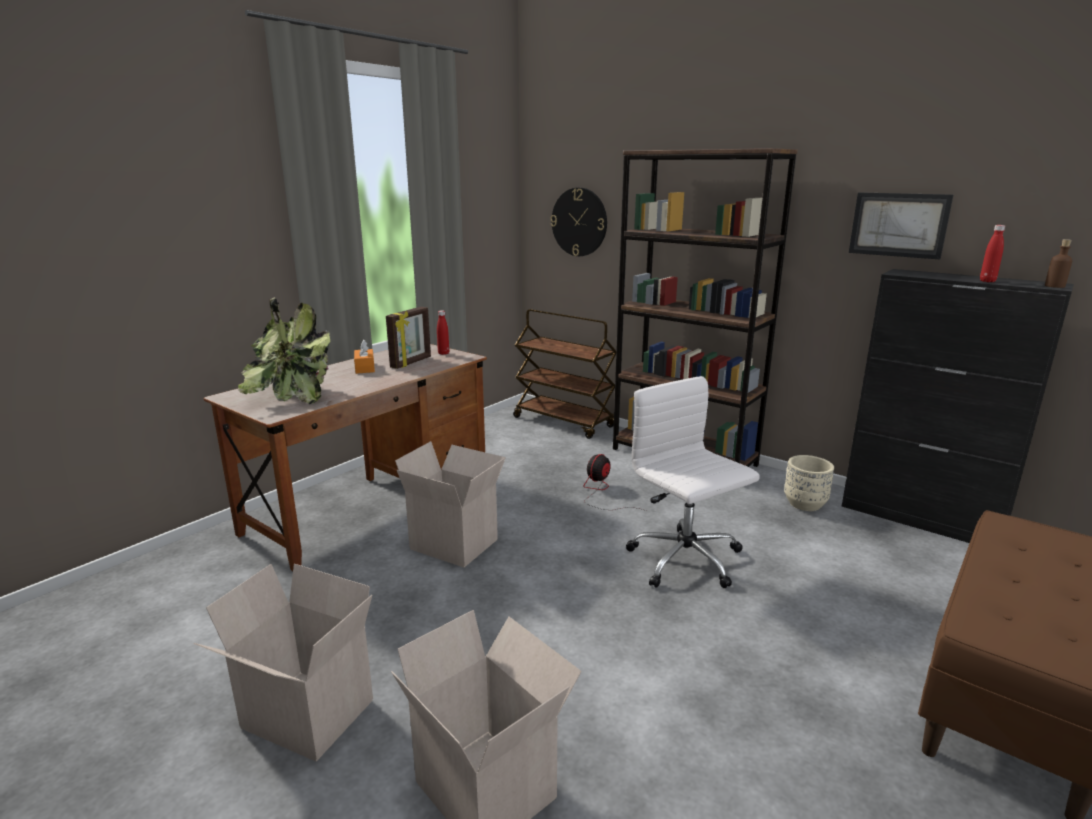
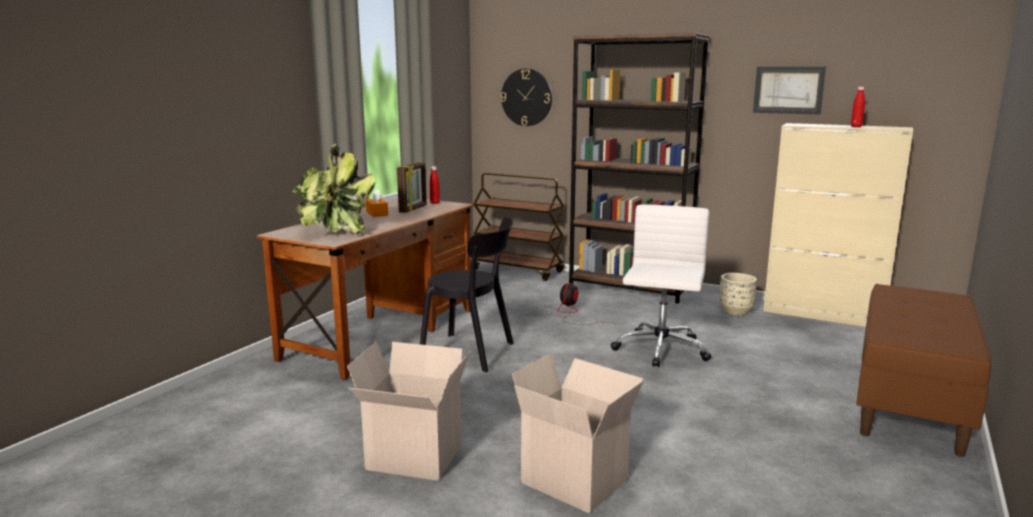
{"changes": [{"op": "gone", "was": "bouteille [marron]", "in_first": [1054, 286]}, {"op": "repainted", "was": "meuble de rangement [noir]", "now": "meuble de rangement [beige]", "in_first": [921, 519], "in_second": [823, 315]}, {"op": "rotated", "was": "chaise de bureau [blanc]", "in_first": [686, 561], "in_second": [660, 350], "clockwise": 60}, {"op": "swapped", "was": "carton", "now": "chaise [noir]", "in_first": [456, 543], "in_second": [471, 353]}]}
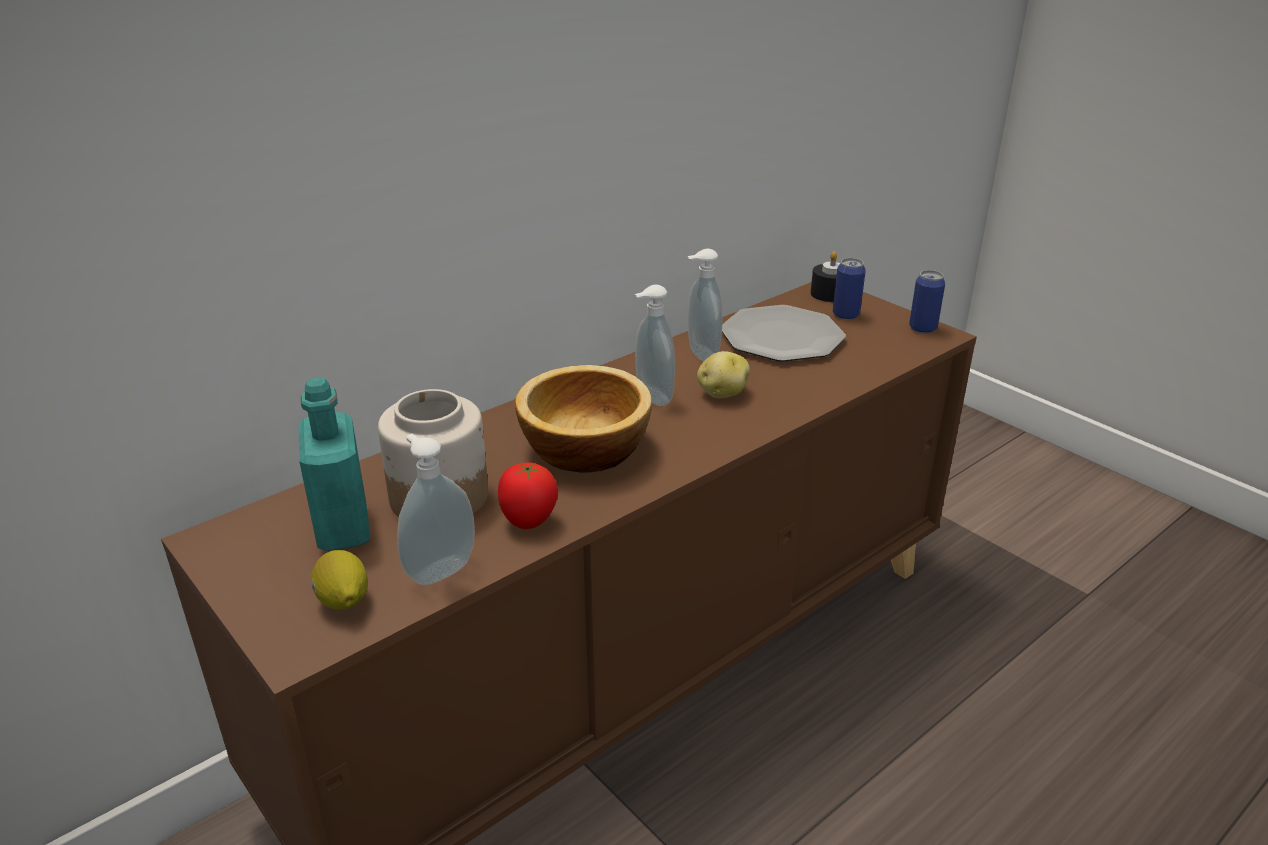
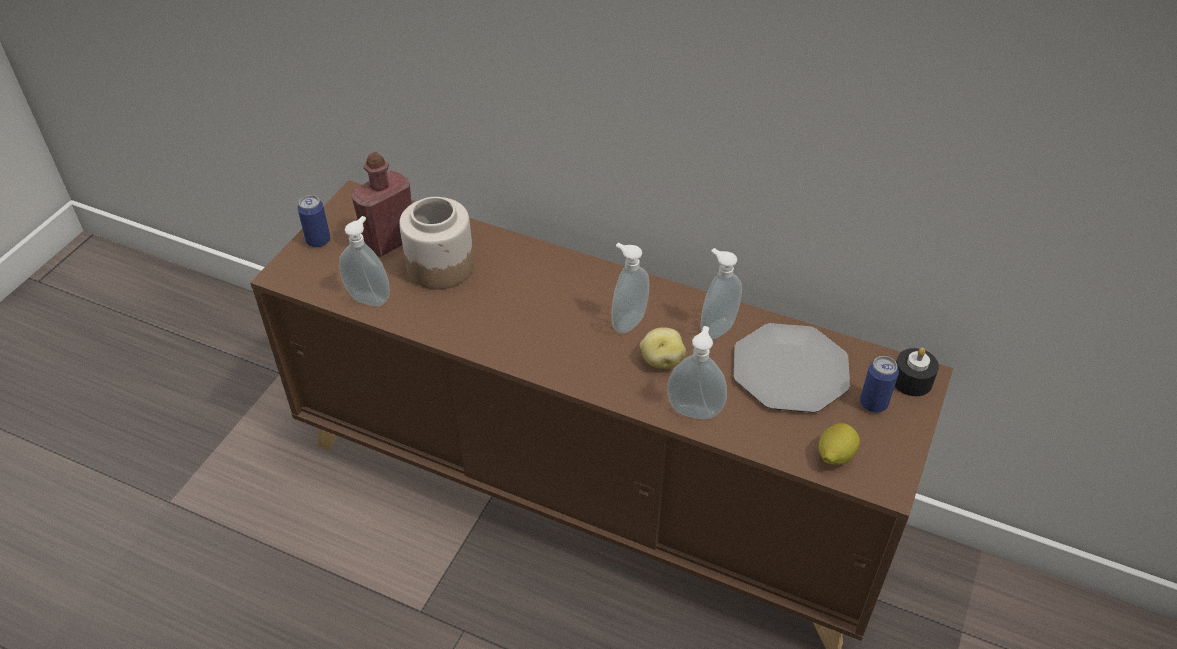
{"changes": [{"op": "shifted", "was": "boîte métallique", "in_first": [922, 328], "in_second": [318, 240]}, {"op": "gone", "was": "bol", "in_first": [583, 447]}, {"op": "repainted", "was": "bouteille [turquoise]", "now": "bouteille [rouge]", "in_first": [343, 528], "in_second": [389, 241]}, {"op": "gone", "was": "tomate", "in_first": [528, 522]}, {"op": "shifted", "was": "citron", "in_first": [343, 602], "in_second": [834, 456]}, {"op": "new", "now": "distributeur de savon", "in_second": [695, 409]}]}
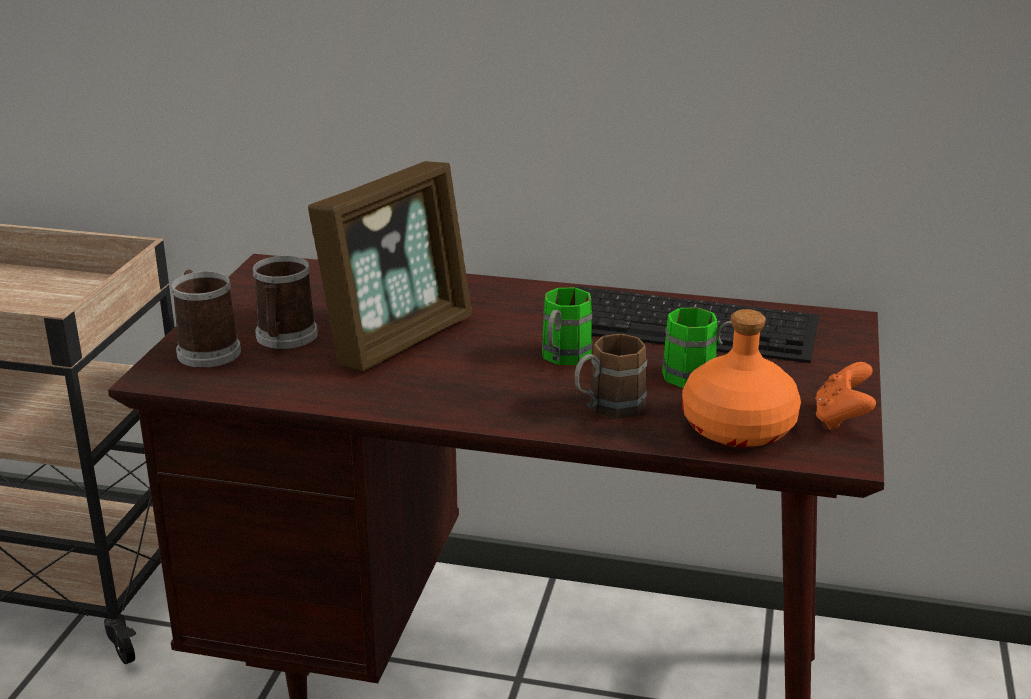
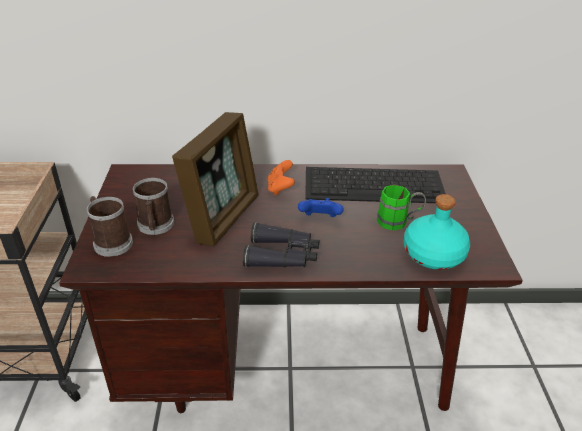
{"changes": [{"op": "swapped", "was": "mug [vert]", "now": "manette [bleu]", "in_first": [562, 359], "in_second": [320, 219]}, {"op": "repainted", "was": "bouteille [orange]", "now": "bouteille [turquoise]", "in_first": [736, 427], "in_second": [432, 254]}, {"op": "gone", "was": "mug [marron]", "in_first": [607, 409]}, {"op": "shifted", "was": "manette [orange]", "in_first": [841, 419], "in_second": [280, 188]}, {"op": "new", "now": "jumelles [noir]", "in_second": [283, 255]}]}
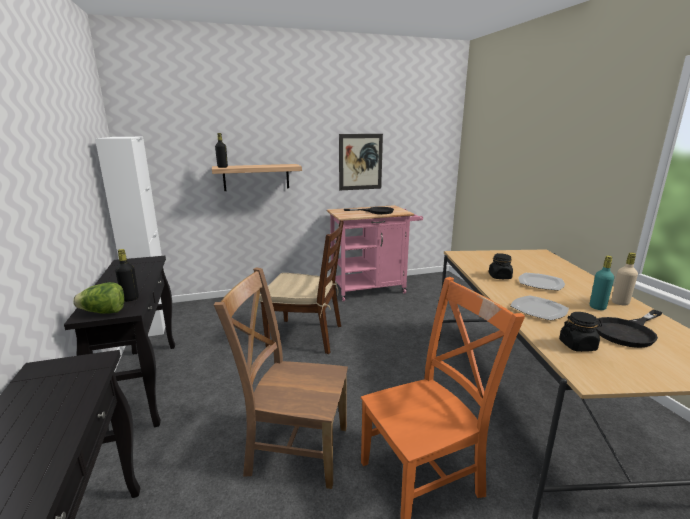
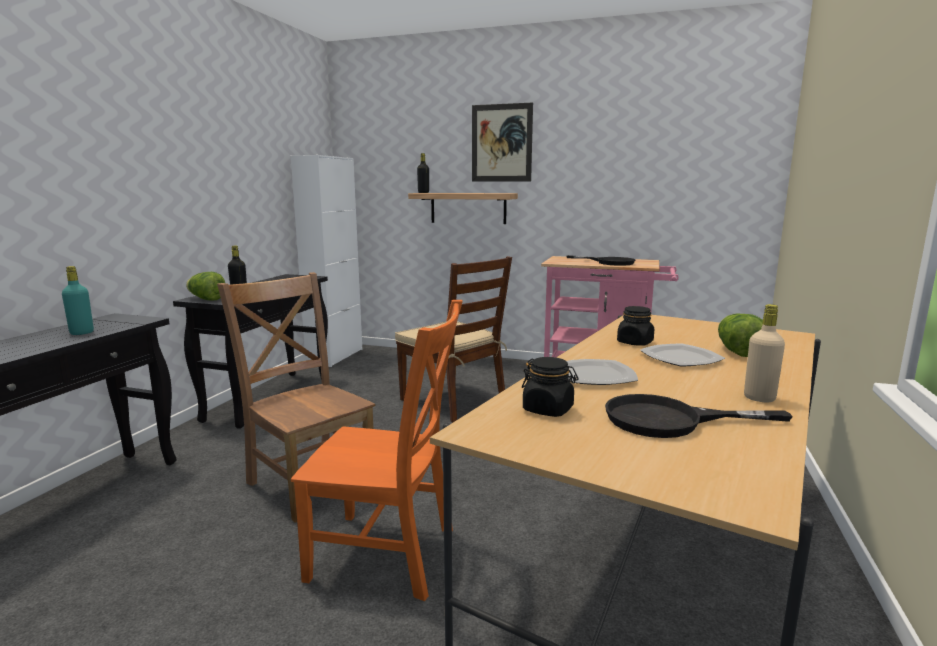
{"changes": [{"op": "shifted", "was": "tableau", "in_first": [360, 162], "in_second": [501, 143]}, {"op": "shifted", "was": "bouteille [turquoise]", "in_first": [597, 307], "in_second": [82, 333]}, {"op": "new", "now": "laitue", "in_second": [737, 352]}]}
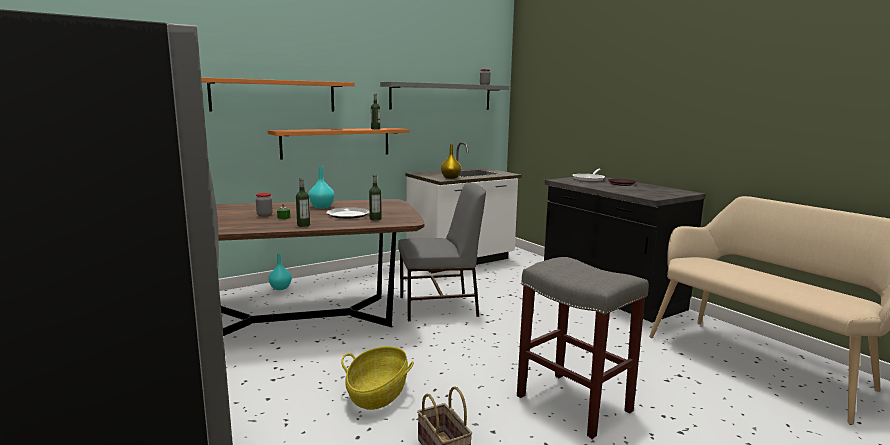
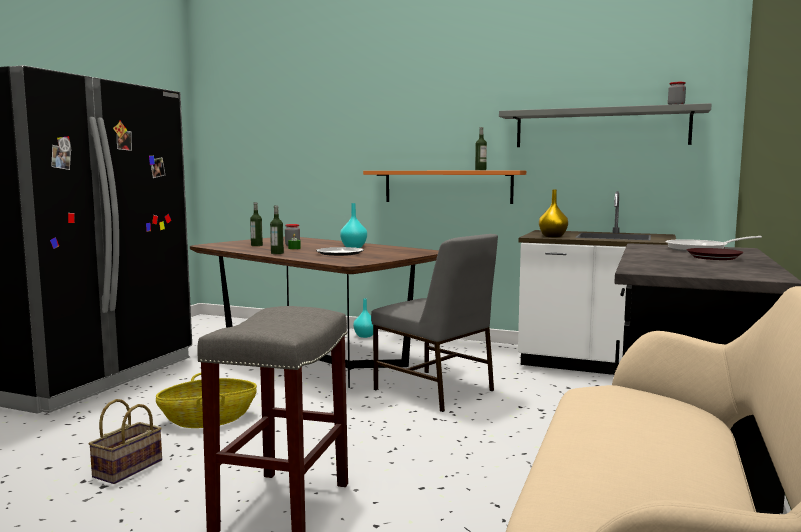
{"changes": [{"op": "gone", "was": "étagère [orange]", "in_first": [274, 96]}, {"op": "shifted", "was": "bouteille", "in_first": [375, 219], "in_second": [256, 245]}]}
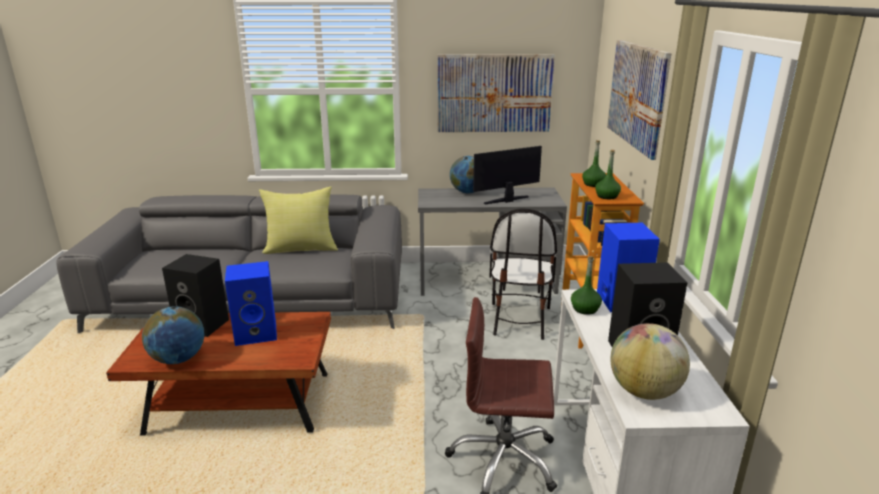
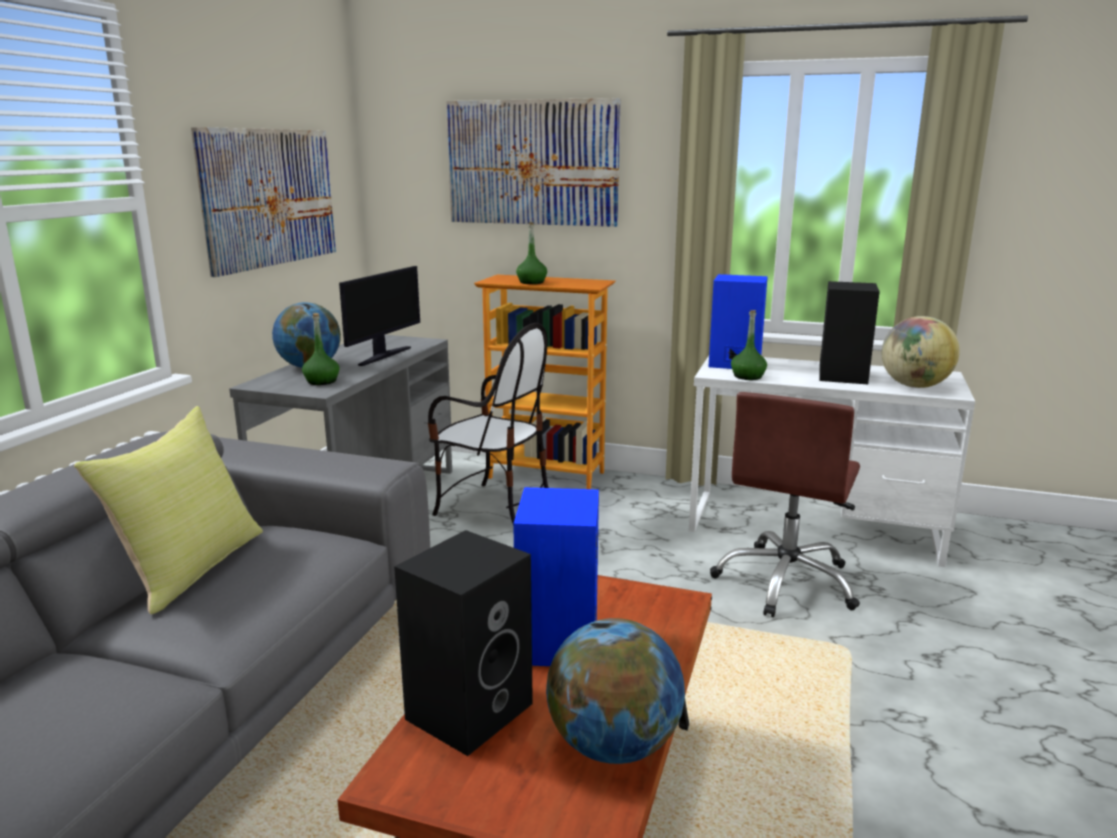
{"changes": [{"op": "rotated", "was": "écran d'ordinateur", "in_first": [507, 200], "in_second": [383, 356], "clockwise": -150}, {"op": "shifted", "was": "bouteille [vert]", "in_first": [607, 196], "in_second": [322, 381]}]}
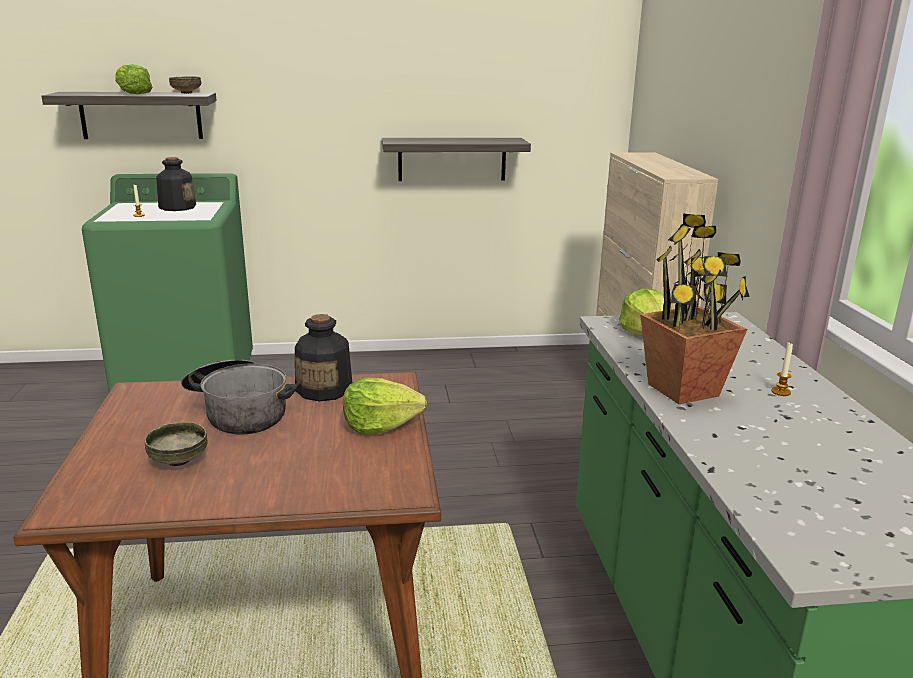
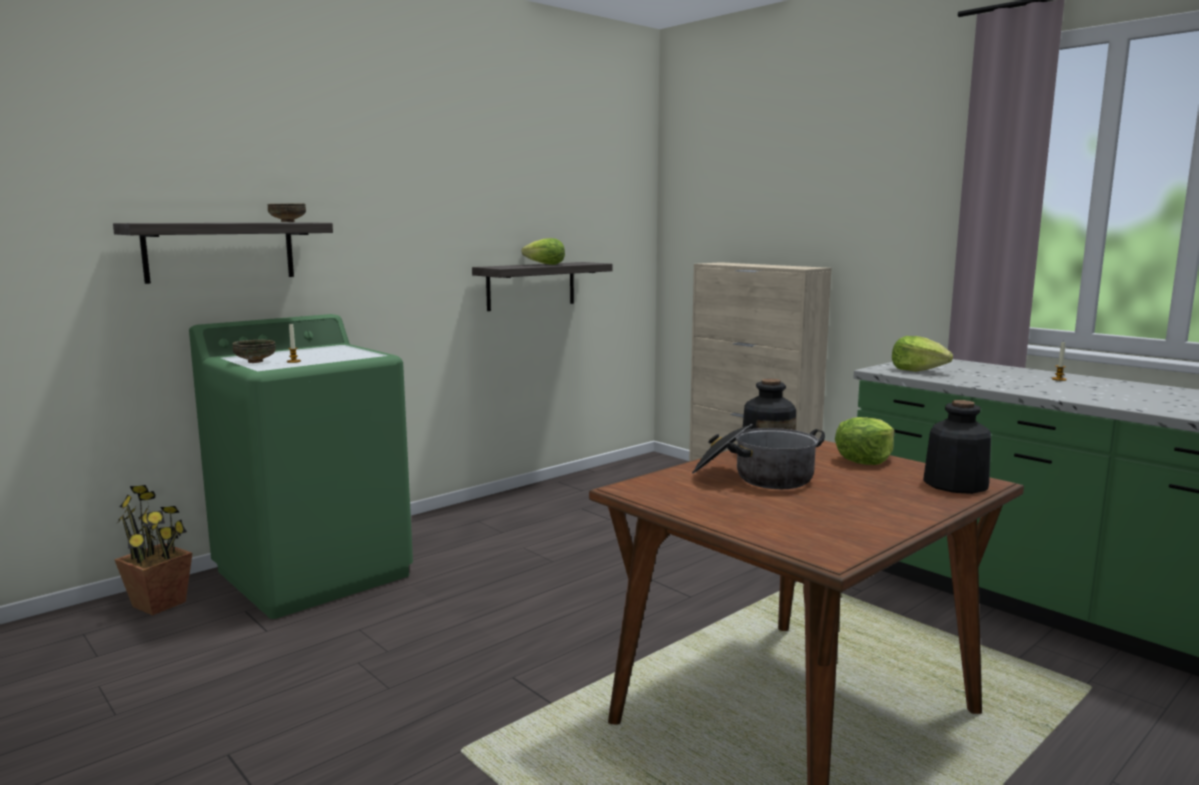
{"changes": [{"op": "shifted", "was": "laitue", "in_first": [133, 93], "in_second": [545, 264]}, {"op": "shifted", "was": "bouteille", "in_first": [177, 207], "in_second": [954, 484]}, {"op": "shifted", "was": "plante en pot", "in_first": [684, 390], "in_second": [160, 604]}, {"op": "shifted", "was": "bol", "in_first": [178, 461], "in_second": [254, 362]}]}
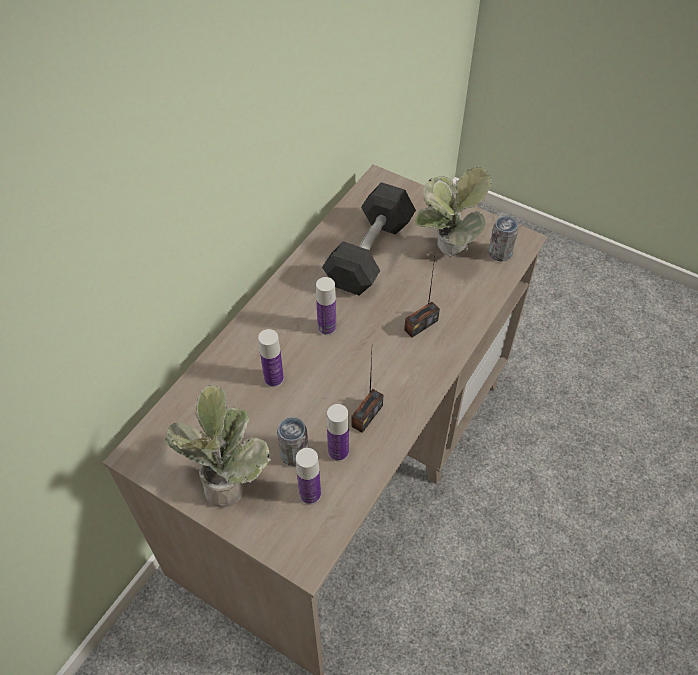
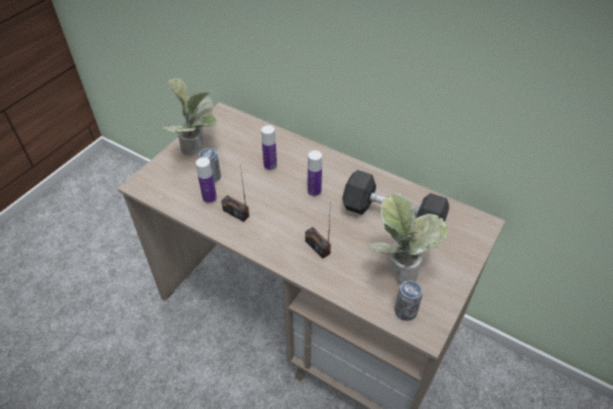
{"changes": [{"op": "gone", "was": "bouteille", "in_first": [310, 494]}]}
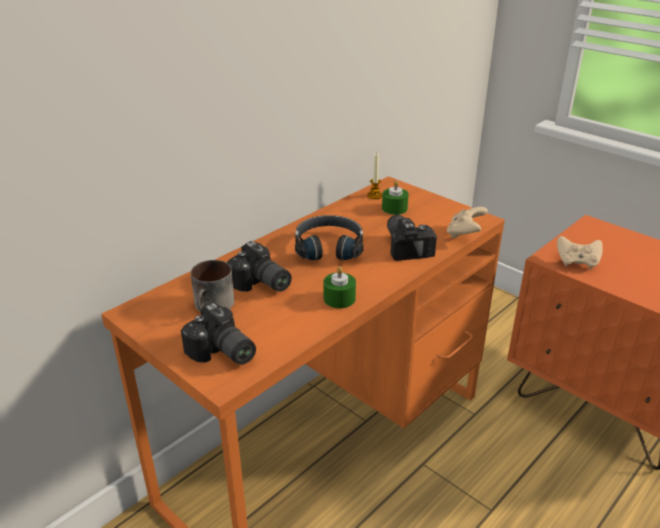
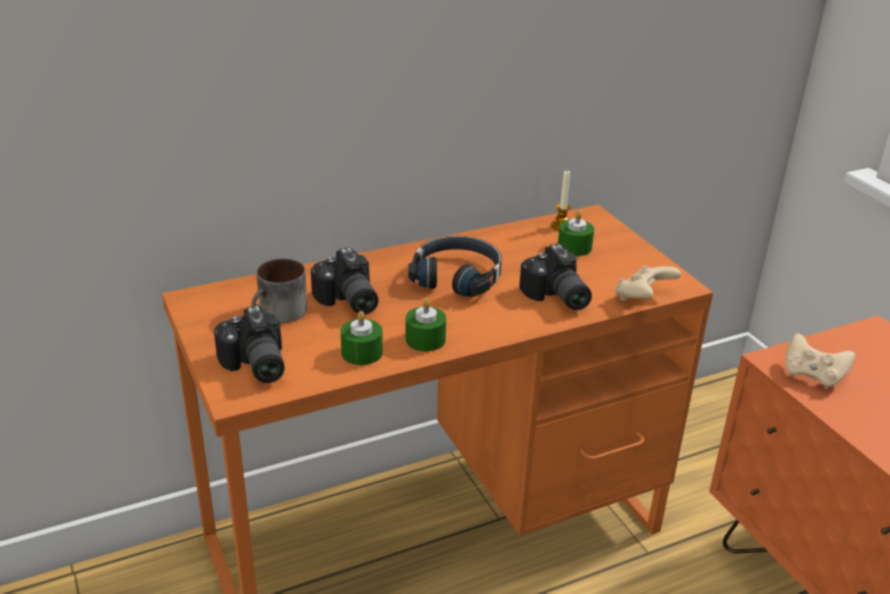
{"changes": [{"op": "rotated", "was": "appareil photo", "in_first": [408, 246], "in_second": [555, 297], "clockwise": 150}, {"op": "new", "now": "bougie [vert]", "in_second": [362, 352]}]}
